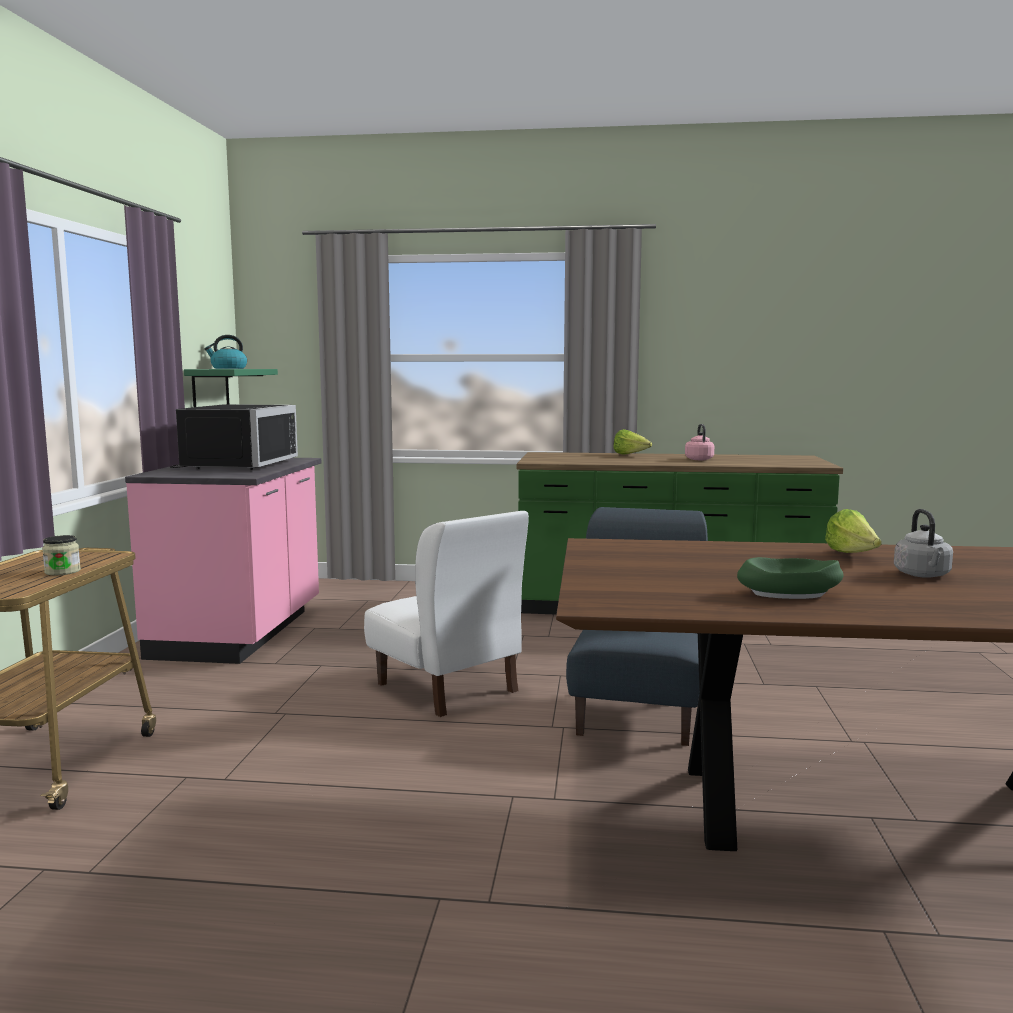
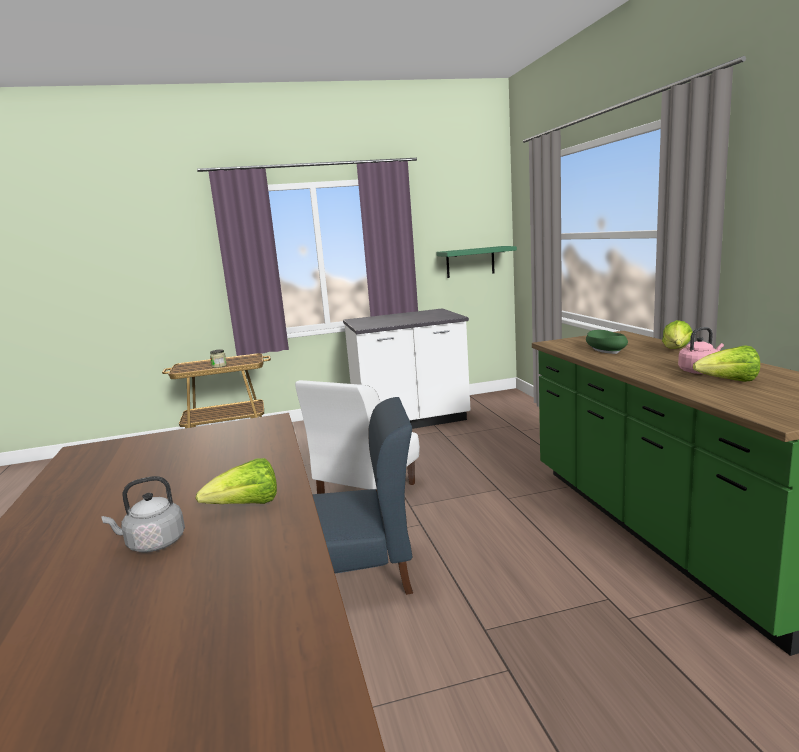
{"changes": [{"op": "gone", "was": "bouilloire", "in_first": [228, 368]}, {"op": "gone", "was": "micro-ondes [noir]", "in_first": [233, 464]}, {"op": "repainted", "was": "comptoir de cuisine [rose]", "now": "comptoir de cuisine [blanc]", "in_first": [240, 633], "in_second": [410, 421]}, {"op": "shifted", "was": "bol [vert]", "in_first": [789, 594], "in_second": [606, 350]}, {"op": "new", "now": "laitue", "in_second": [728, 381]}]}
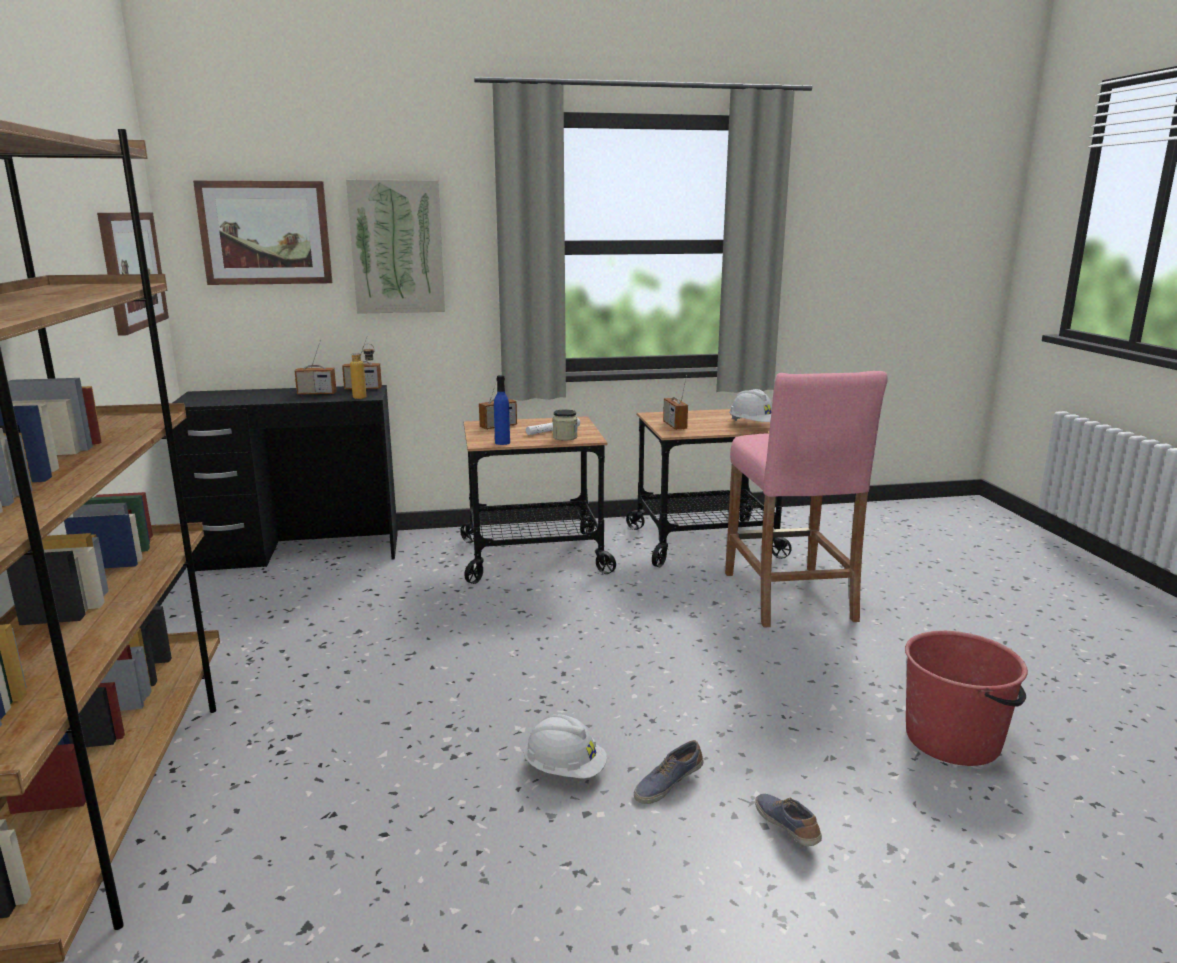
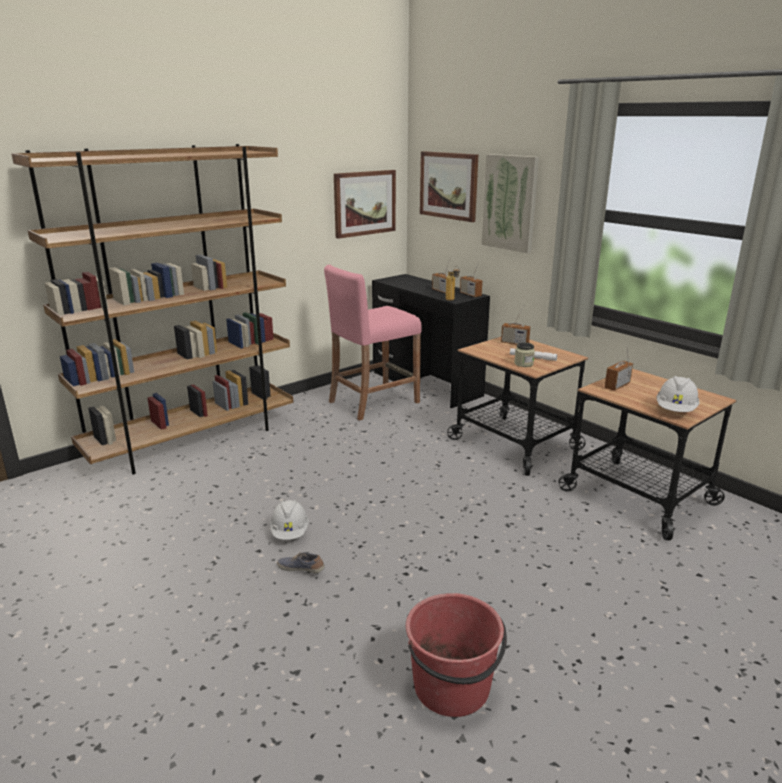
{"changes": [{"op": "shifted", "was": "tabouret [rose]", "in_first": [788, 596], "in_second": [373, 402]}, {"op": "gone", "was": "bouteille [bleu]", "in_first": [502, 442]}, {"op": "gone", "was": "chaussure", "in_first": [787, 827]}]}
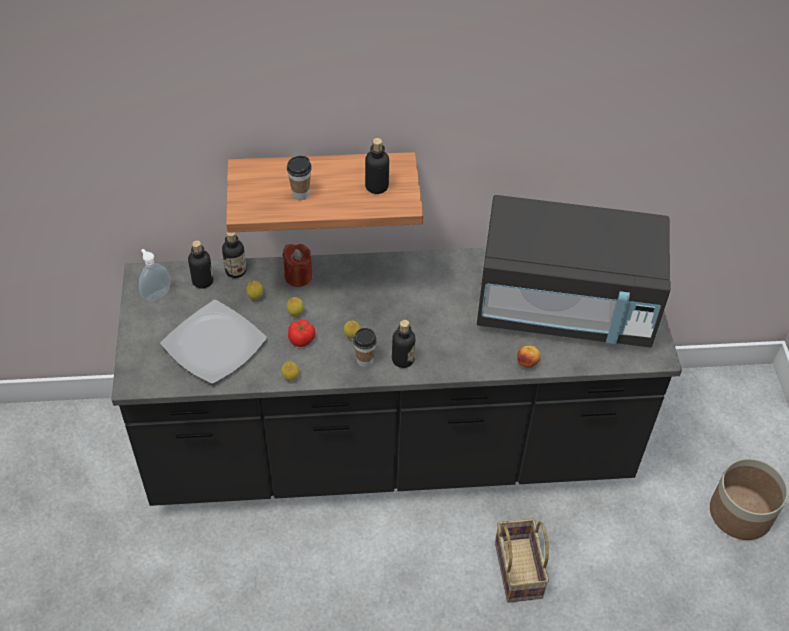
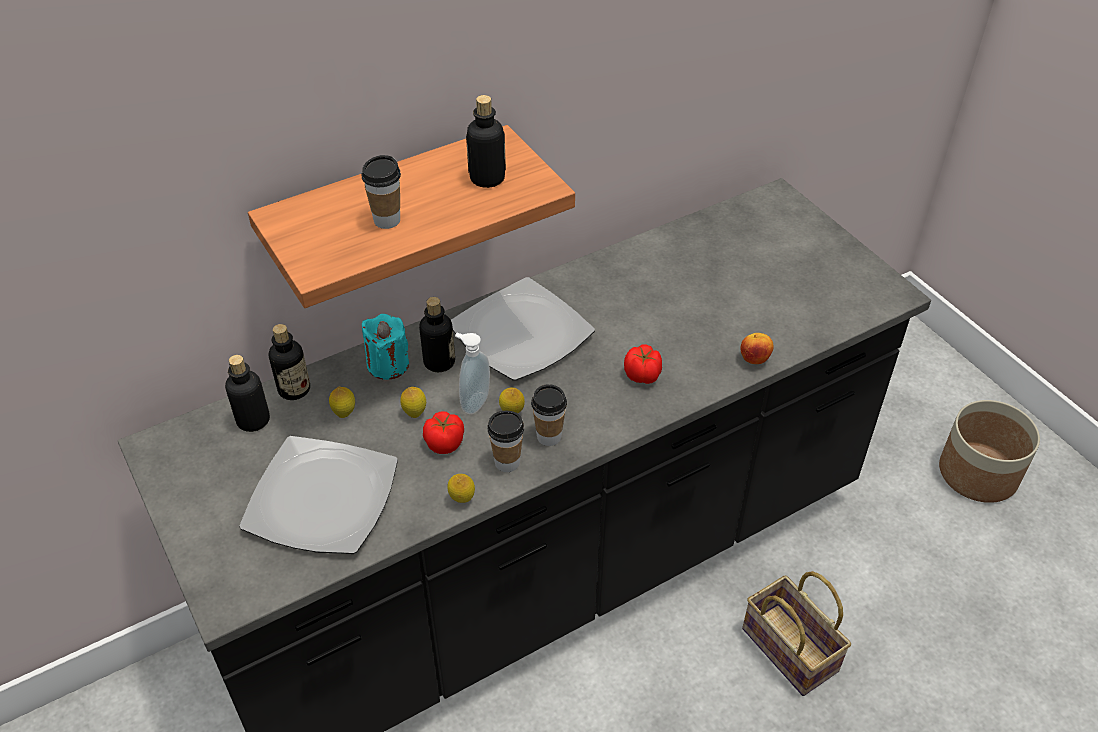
{"changes": [{"op": "gone", "was": "micro-ondes [noir]", "in_first": [565, 307]}, {"op": "repainted", "was": "bougie [rouge]", "now": "bougie [turquoise]", "in_first": [298, 276], "in_second": [388, 364]}, {"op": "shifted", "was": "distributeur de savon", "in_first": [156, 294], "in_second": [473, 402]}, {"op": "shifted", "was": "bouteille", "in_first": [403, 359], "in_second": [439, 362]}, {"op": "new", "now": "assiette", "in_second": [521, 332]}, {"op": "new", "now": "tomate", "in_second": [642, 376]}, {"op": "new", "now": "tasse", "in_second": [507, 462]}]}
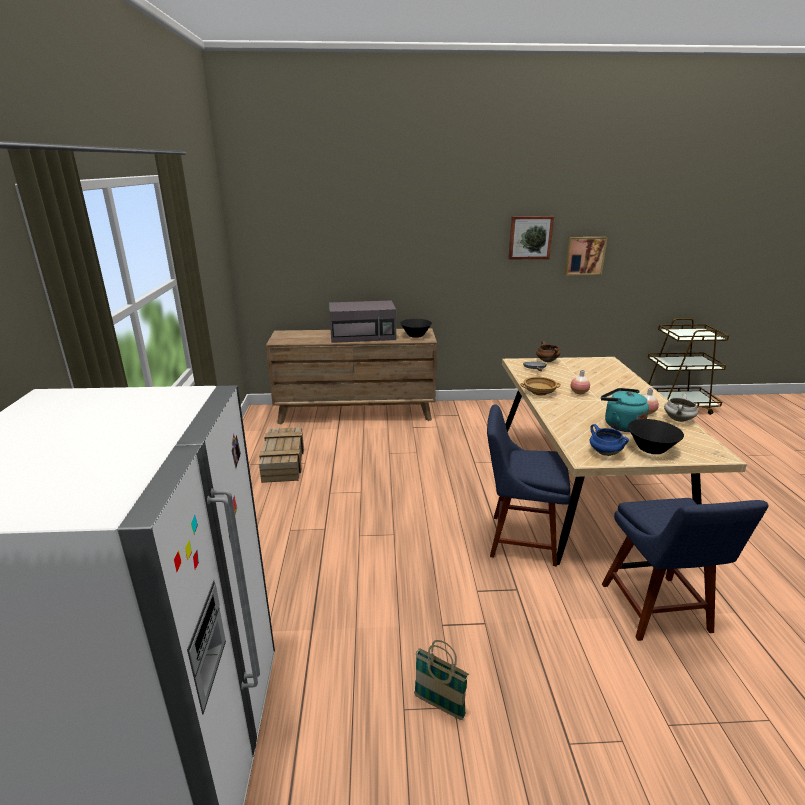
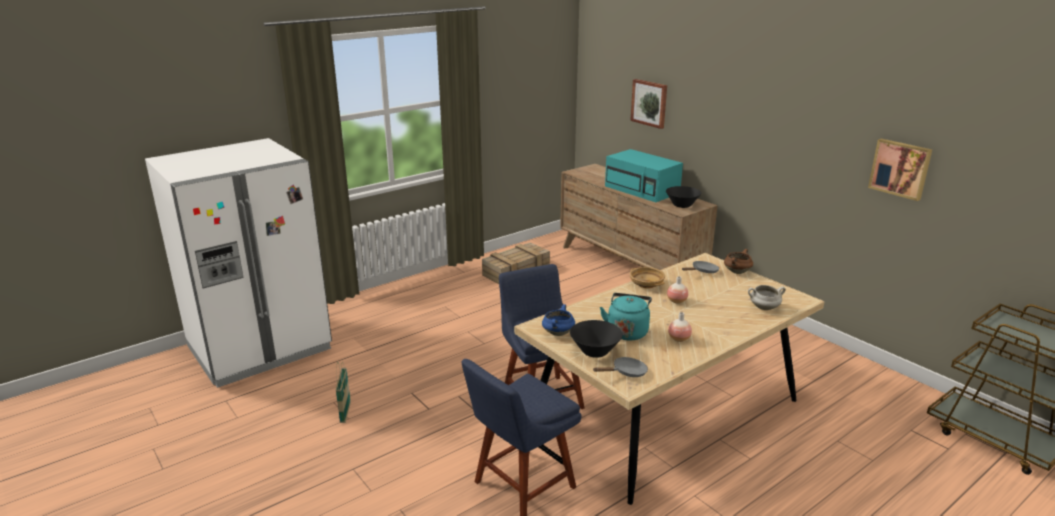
{"changes": [{"op": "shifted", "was": "tableau", "in_first": [530, 237], "in_second": [649, 103]}, {"op": "repainted", "was": "micro-ondes [gris]", "now": "micro-ondes [turquoise]", "in_first": [363, 335], "in_second": [642, 190]}, {"op": "shifted", "was": "marmite [blanc]", "in_first": [678, 420], "in_second": [764, 308]}, {"op": "new", "now": "poêle [gris]", "in_second": [626, 372]}]}
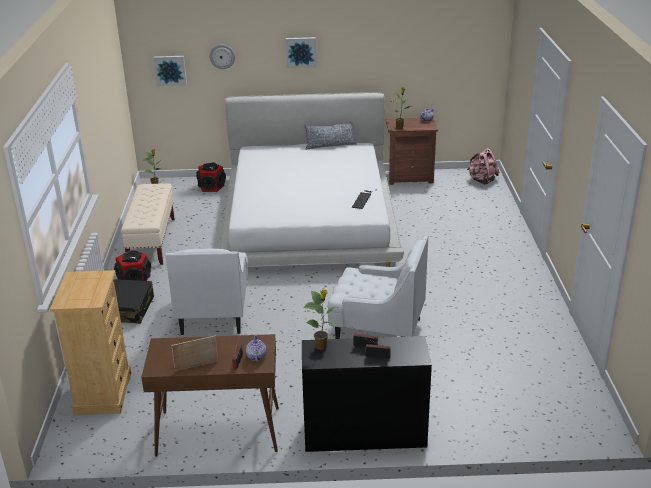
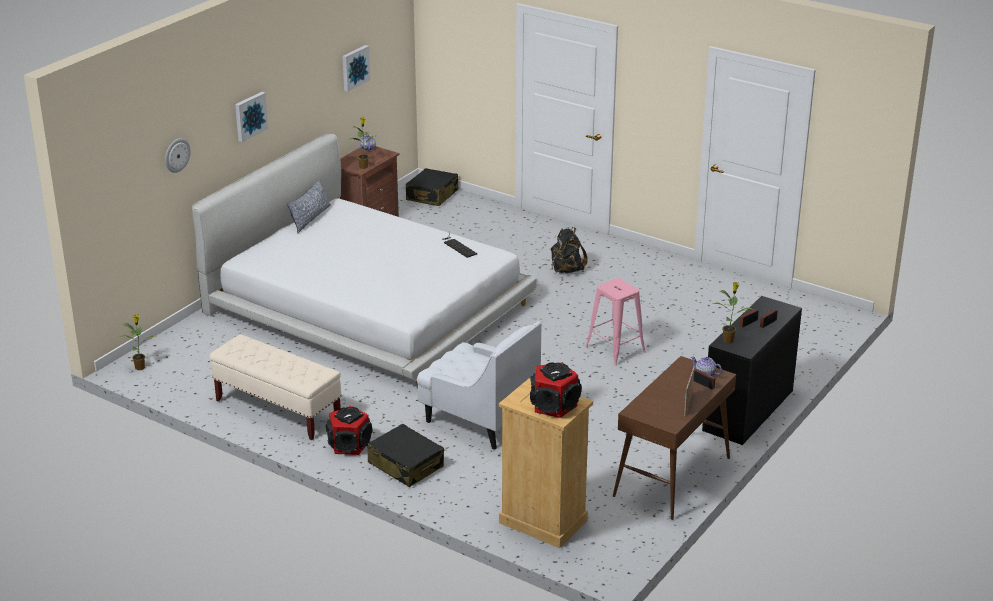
{"changes": [{"op": "shifted", "was": "tableau", "in_first": [170, 70], "in_second": [354, 67]}, {"op": "swapped", "was": "sac à dos [rose]", "now": "valise [noir]", "in_first": [482, 180], "in_second": [432, 195]}, {"op": "shifted", "was": "enceinte", "in_first": [211, 187], "in_second": [553, 405]}, {"op": "swapped", "was": "fauteuil [blanc]", "now": "tabouret [rose]", "in_first": [377, 330], "in_second": [615, 349]}, {"op": "new", "now": "sac à dos [noir]", "in_second": [566, 270]}]}
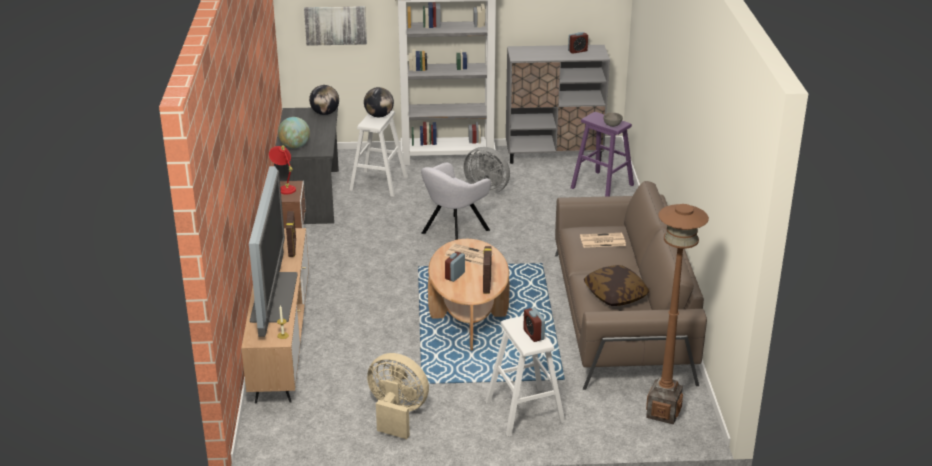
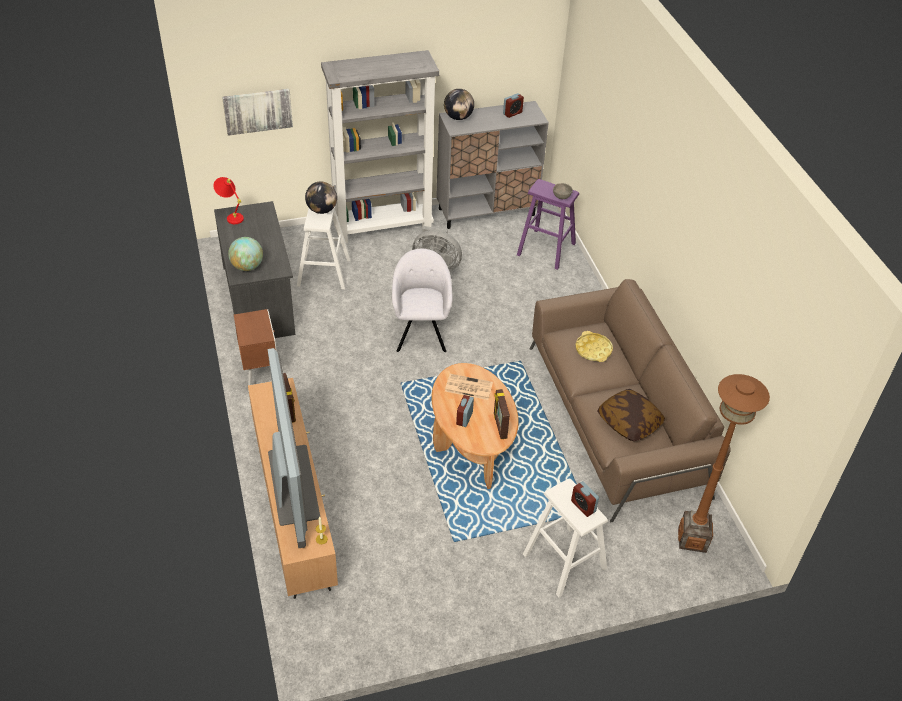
{"changes": [{"op": "shifted", "was": "globe", "in_first": [325, 113], "in_second": [458, 117]}, {"op": "shifted", "was": "lampe de table [rouge]", "in_first": [284, 187], "in_second": [231, 216]}, {"op": "rotated", "was": "fauteuil [gris]", "in_first": [453, 232], "in_second": [421, 331], "clockwise": 150}, {"op": "swapped", "was": "journal", "now": "plateau [jaune]", "in_first": [602, 241], "in_second": [593, 350]}, {"op": "gone", "was": "ventilateur [beige]", "in_first": [397, 414]}]}
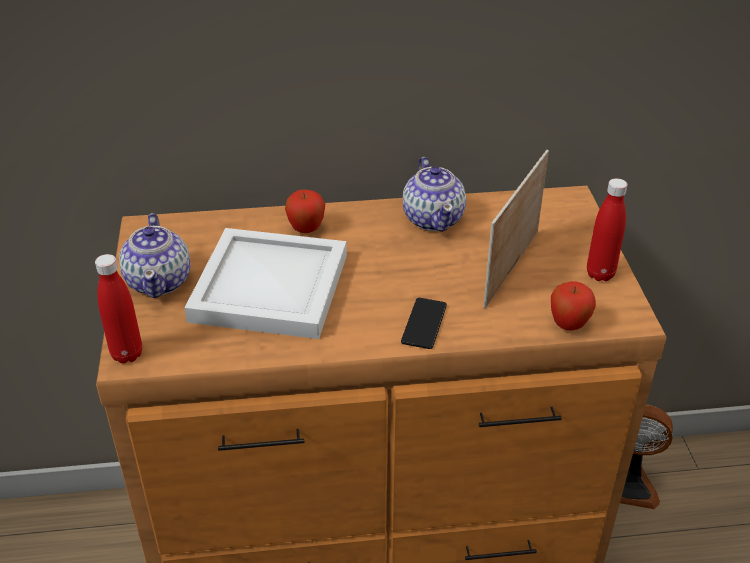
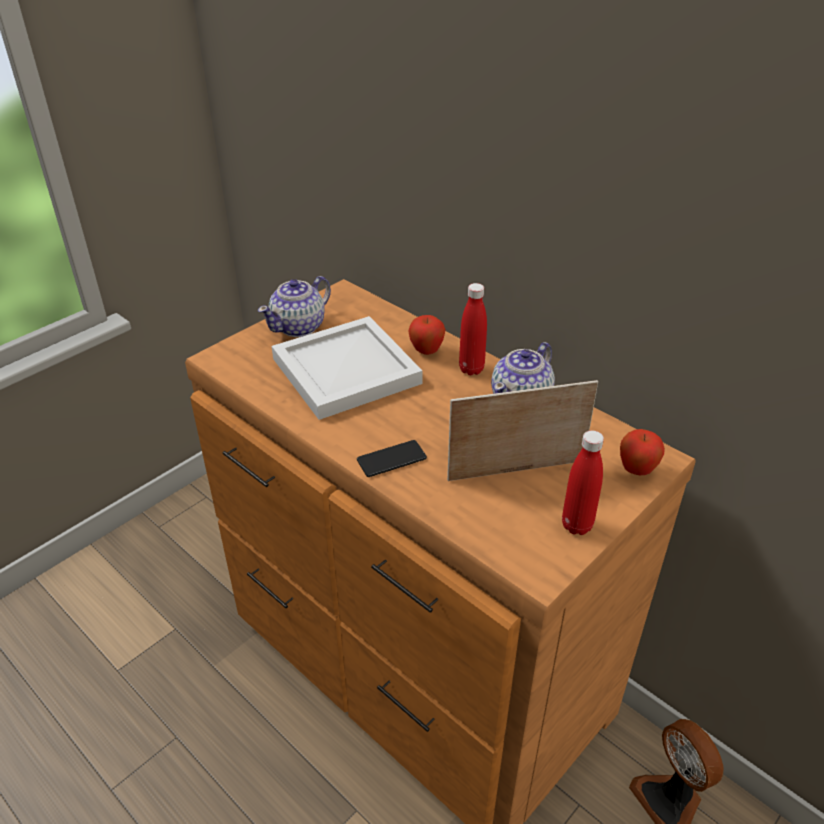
{"changes": [{"op": "shifted", "was": "bouteille [rouge]", "in_first": [127, 354], "in_second": [471, 369]}, {"op": "shifted", "was": "pomme", "in_first": [568, 325], "in_second": [636, 470]}]}
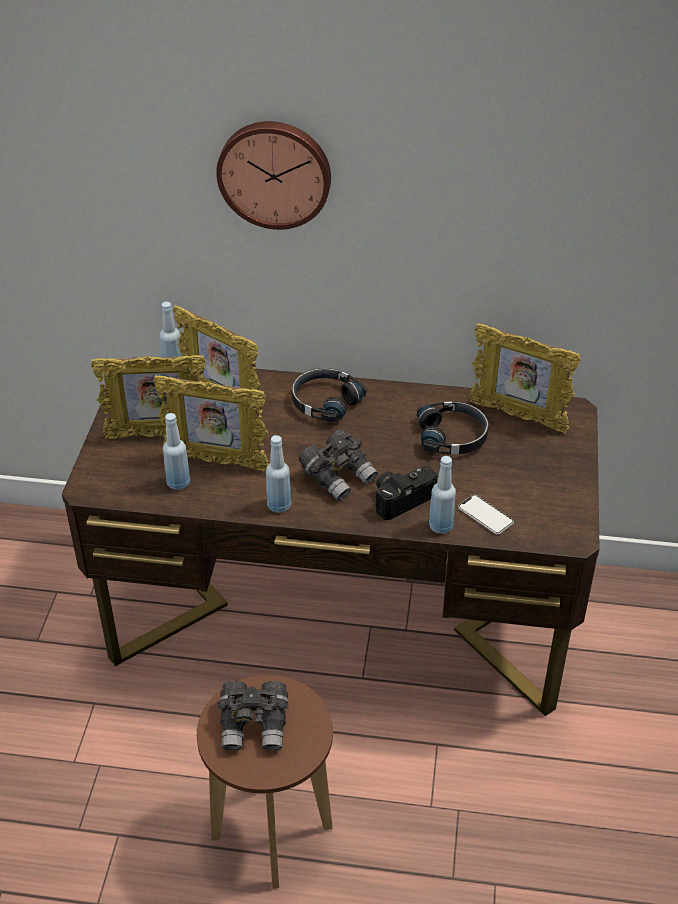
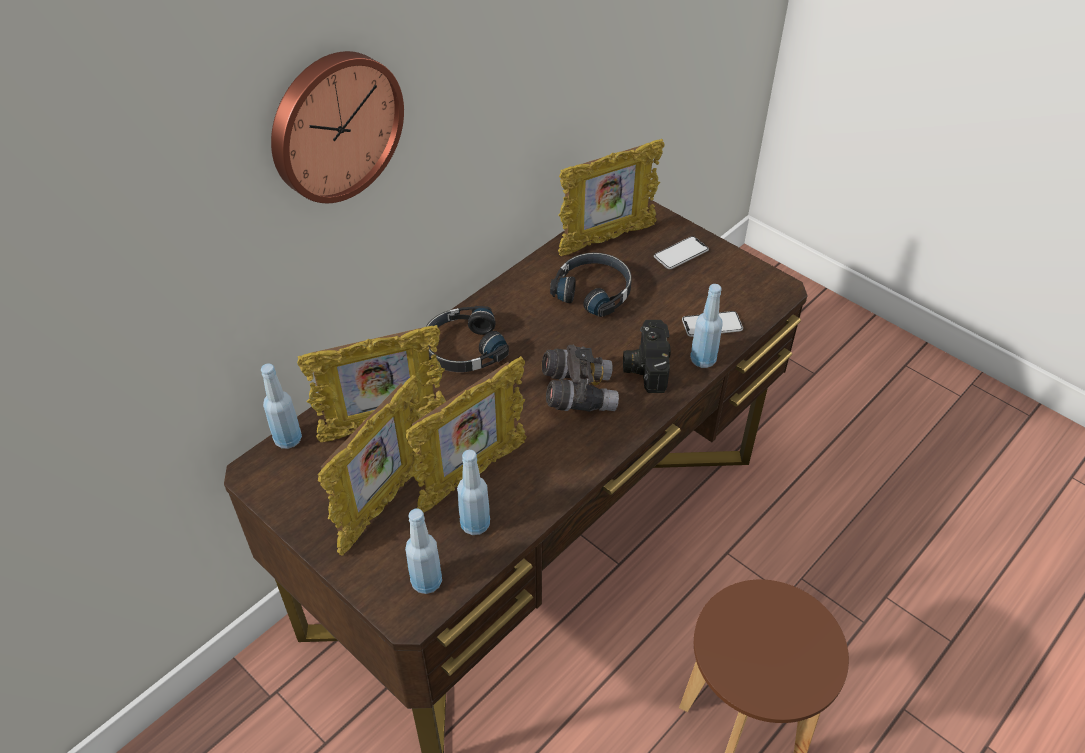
{"changes": [{"op": "shifted", "was": "bouteille [bleu]", "in_first": [279, 506], "in_second": [426, 582]}, {"op": "gone", "was": "jumelles [gris]", "in_first": [255, 725]}, {"op": "new", "now": "téléphone", "in_second": [681, 254]}]}
